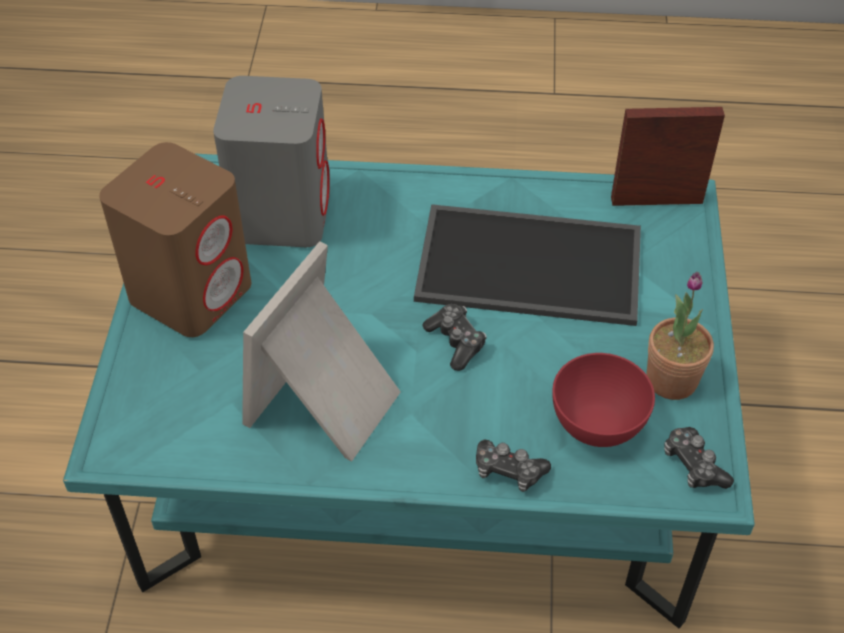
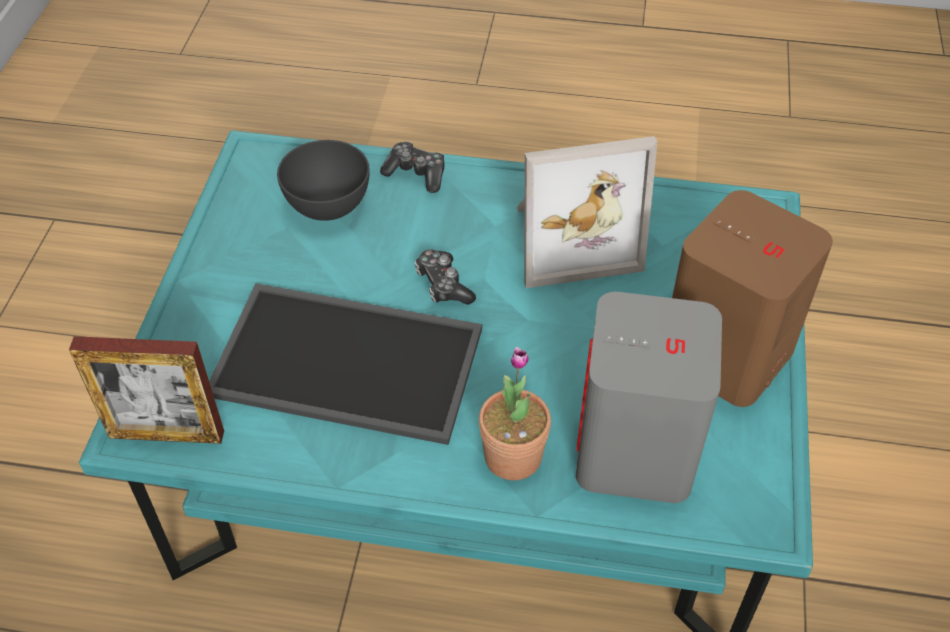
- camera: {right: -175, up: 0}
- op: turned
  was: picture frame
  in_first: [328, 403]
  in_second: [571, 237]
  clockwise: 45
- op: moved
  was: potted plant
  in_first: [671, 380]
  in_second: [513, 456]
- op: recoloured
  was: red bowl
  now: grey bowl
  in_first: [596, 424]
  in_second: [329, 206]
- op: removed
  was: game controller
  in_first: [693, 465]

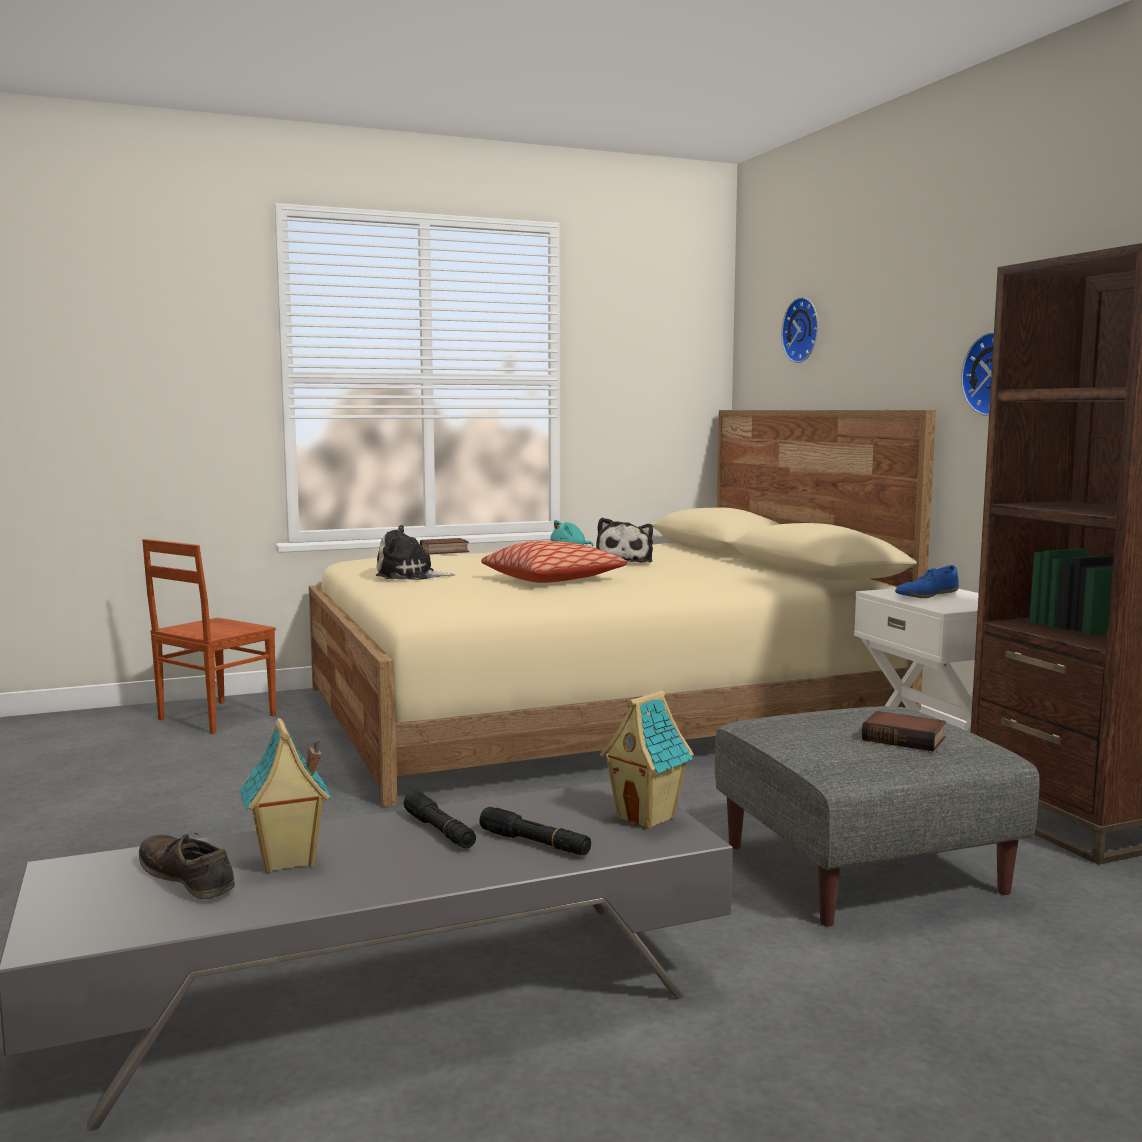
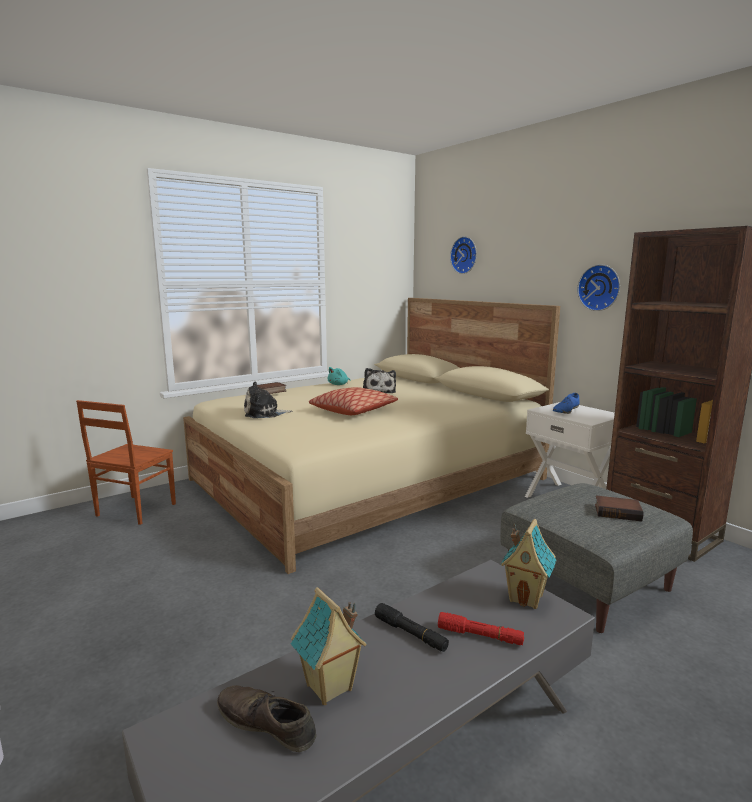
- camera: {right: -15, up: 5}
- op: recoloured
  was: black flashlight
  now: red flashlight
  in_first: [535, 843]
  in_second: [480, 636]

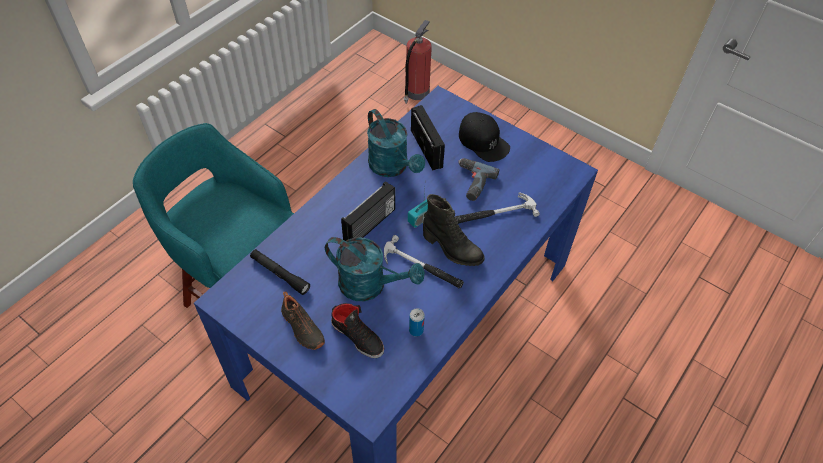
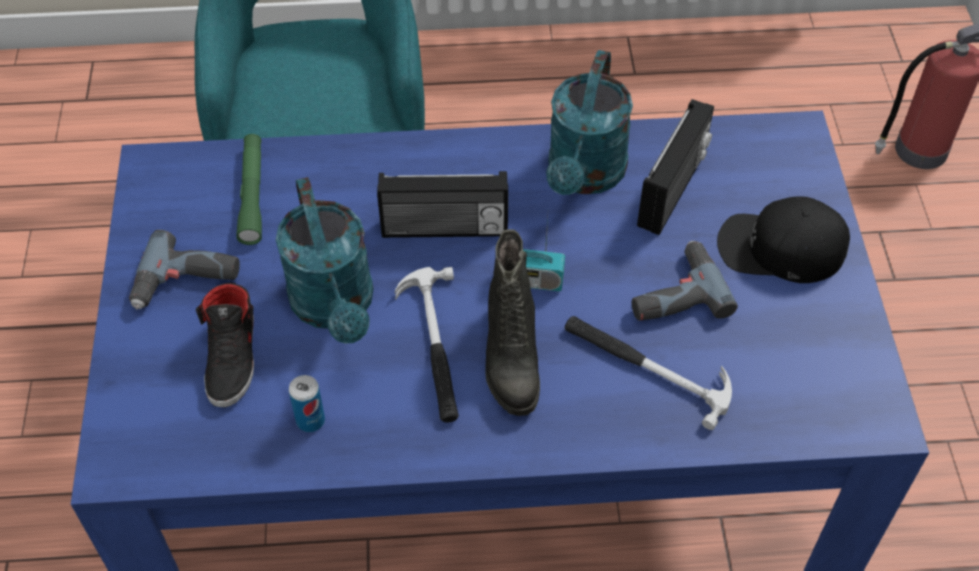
- camera: {right: 50, up: 0}
- op: turned
  was: black cap
  in_first: [483, 141]
  in_second: [780, 248]
  clockwise: 90
- op: recoloured
  was: black flashlight
  now: green flashlight
  in_first: [280, 274]
  in_second: [252, 195]
- op: replaced
  was: black shoe
  now: power drill
  in_first: [301, 328]
  in_second: [186, 283]

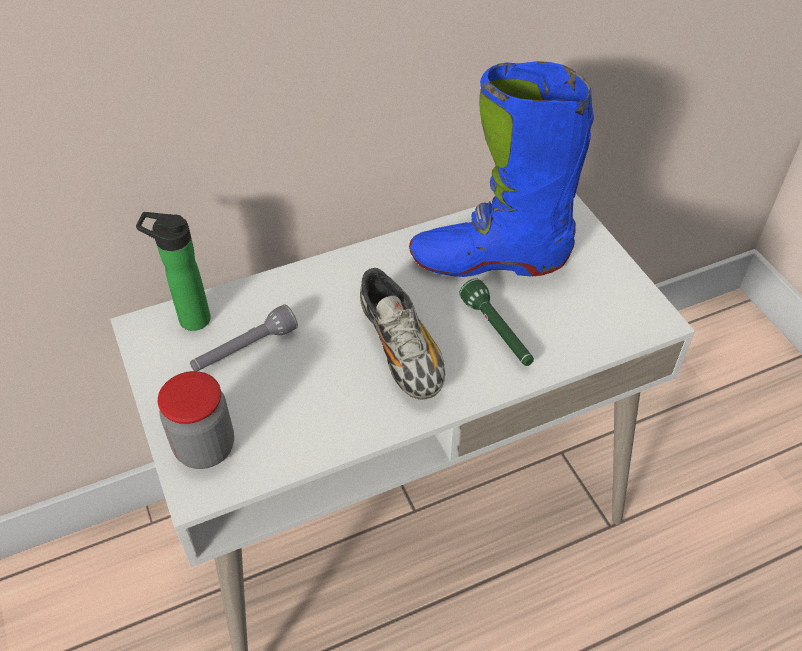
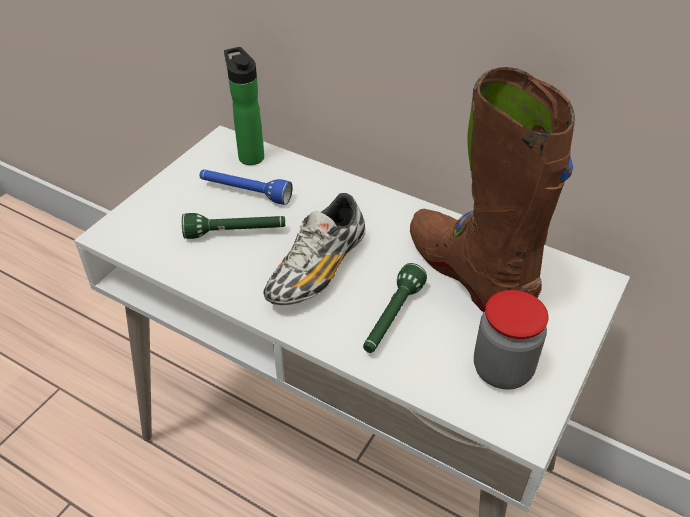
- camera: {right: 55, up: -5}
- op: recoloured
  was: blue boot
  now: brown boot
  in_first: [489, 260]
  in_second: [469, 274]
- op: recoloured
  was: grey flashlight
  now: blue flashlight
  in_first: [244, 350]
  in_second: [245, 192]
- op: moved
  was: jar
  in_first: [205, 447]
  in_second: [502, 370]
- op: added
  now: green flashlight
  in_second: [235, 233]

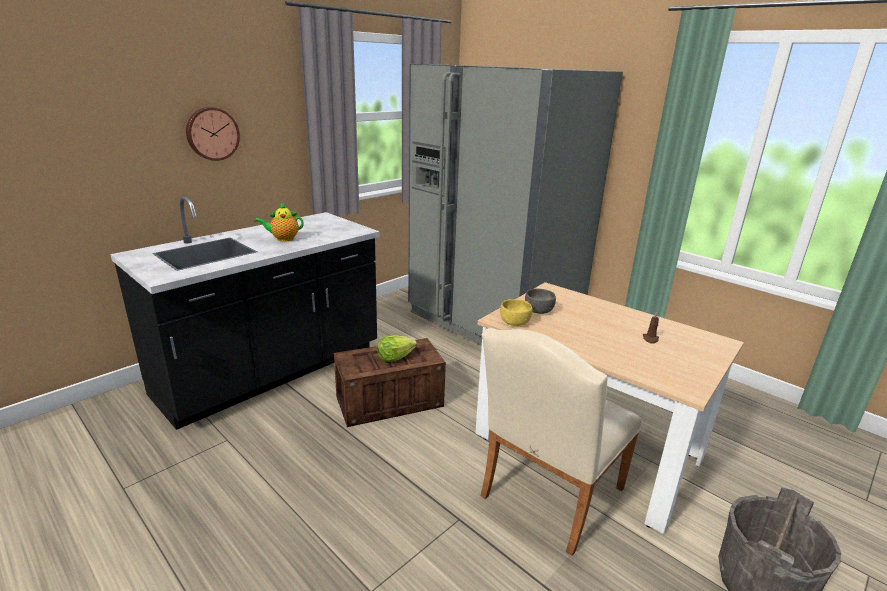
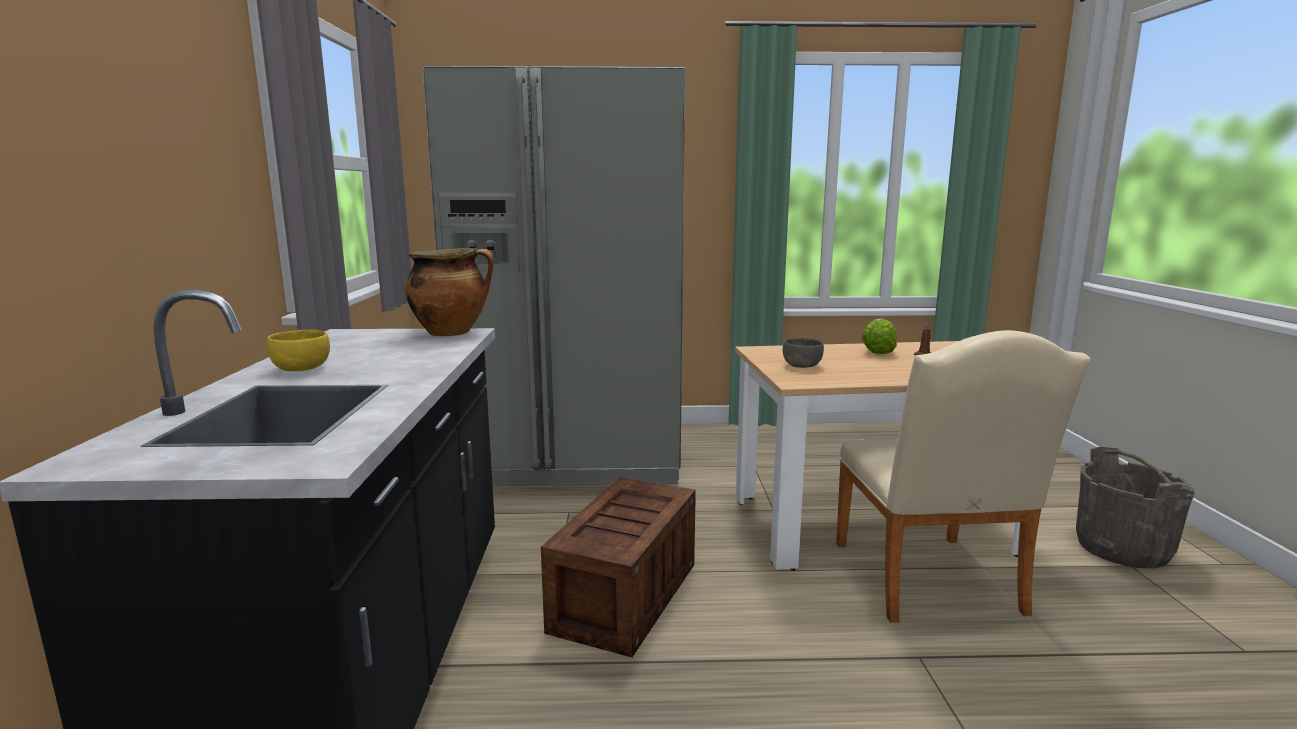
- camera: {right: -45, up: -10}
- op: removed
  was: wall clock
  in_first: [212, 133]
- op: removed
  was: teapot
  in_first: [283, 239]
- op: moved
  was: yellow bowl
  in_first: [515, 322]
  in_second: [302, 368]
- op: moved
  was: lettuce
  in_first: [394, 358]
  in_second: [878, 351]
- op: added
  now: cooking pot
  in_second: [452, 333]

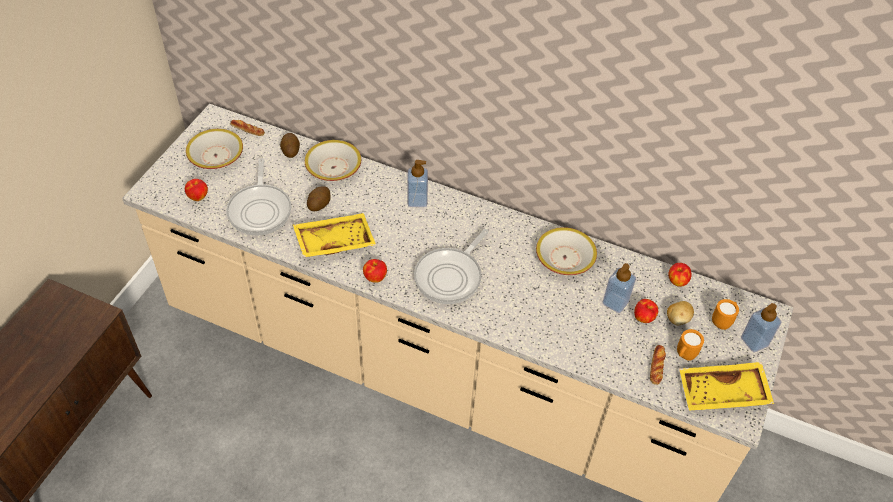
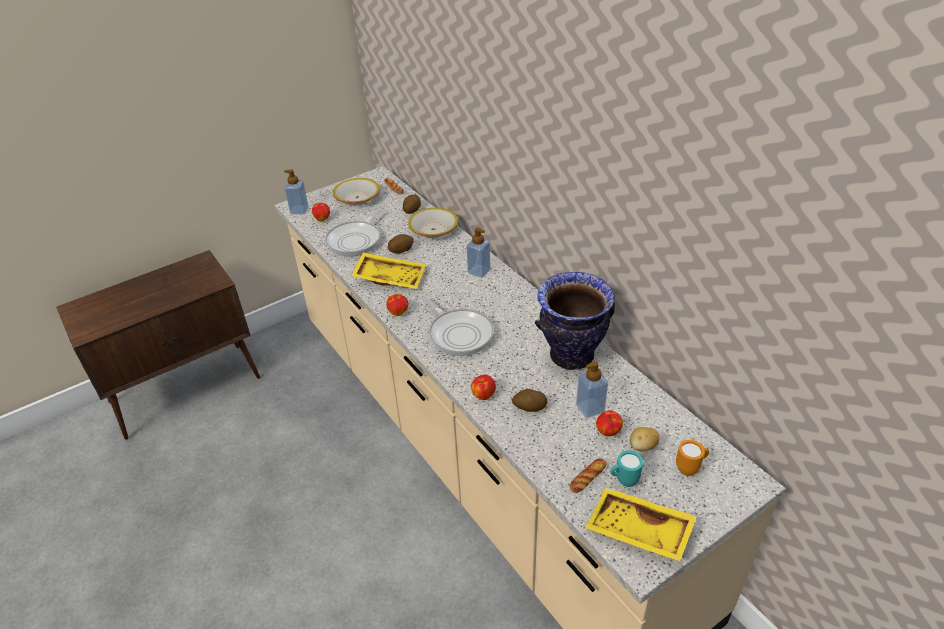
- camera: {right: 35, up: -10}
- op: replaced
  was: bowl
  now: vase
  in_first: [564, 258]
  in_second: [571, 355]
- op: turned
  was: frying pan
  in_first: [451, 276]
  in_second: [458, 333]
  clockwise: -105
- op: moved
  was: apple
  in_first: [677, 281]
  in_second: [483, 395]
- op: moved
  was: soap dispenser
  in_first: [754, 341]
  in_second: [299, 210]
- op: recoloured
  was: orange mug
  now: turquoise mug
  in_first: [684, 356]
  in_second: [623, 481]
- op: added
  now: potato
  in_second: [529, 407]

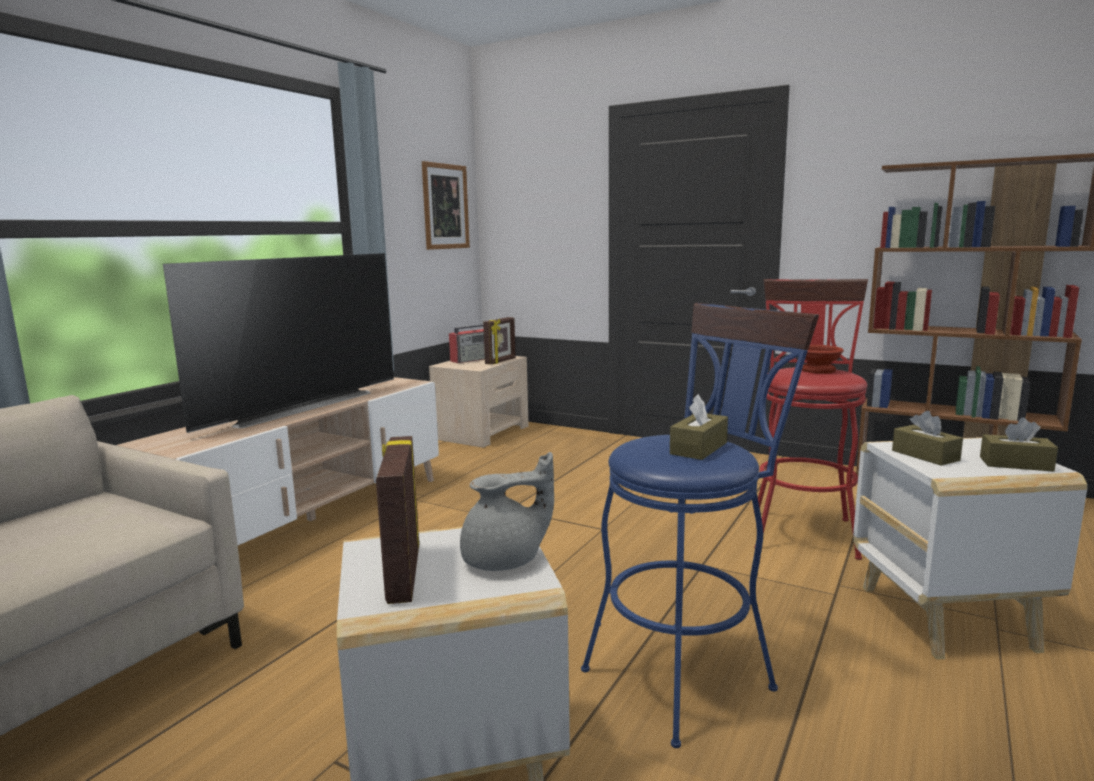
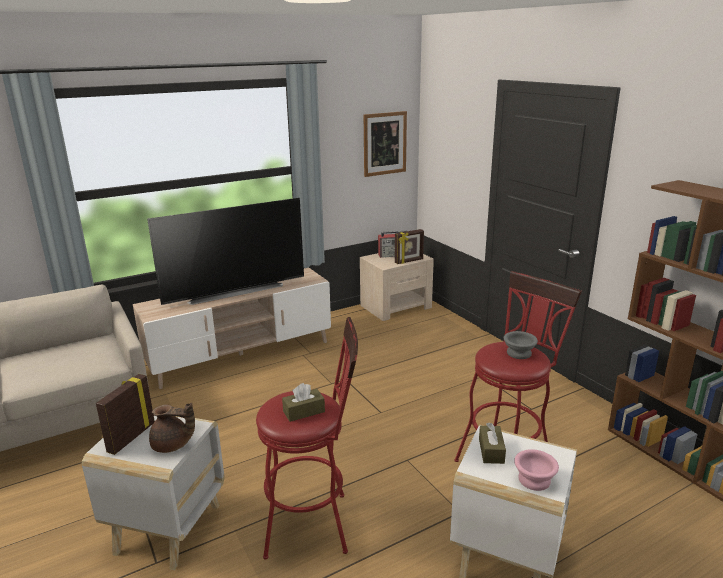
- camera: {right: 30, up: 10}
- op: recoloured
  was: blue stool
  now: red stool
  in_first: [688, 672]
  in_second: [315, 523]
- op: recoloured
  was: brown bowl
  now: grey bowl
  in_first: [817, 370]
  in_second: [518, 353]
- op: replaced
  was: brown tissue box
  now: pink bowl
  in_first: [1015, 464]
  in_second: [535, 480]
- op: recoloured
  was: grey teapot
  now: brown teapot
  in_first: [505, 561]
  in_second: [172, 445]

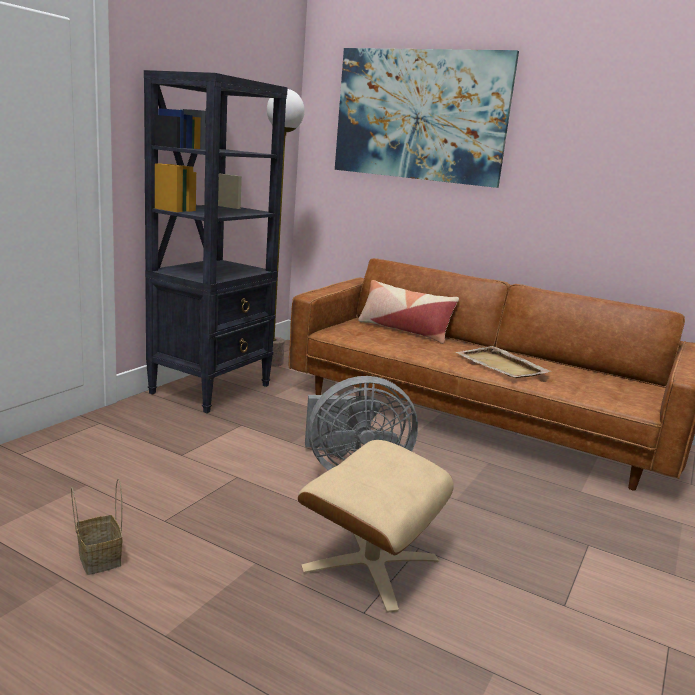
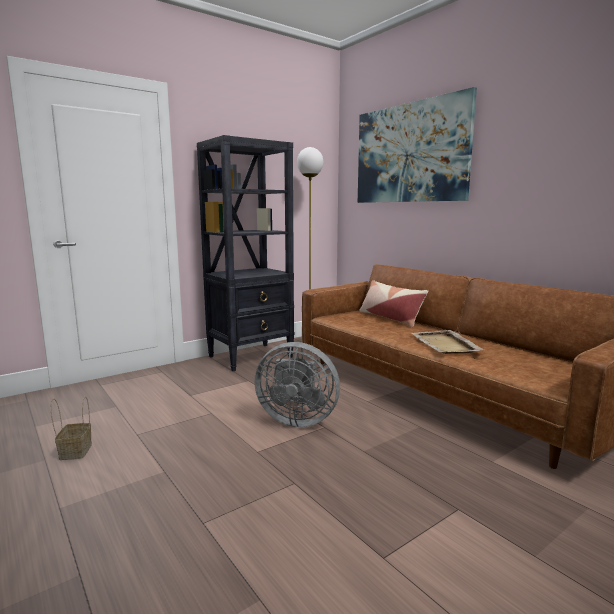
- camera: {right: 25, up: -5}
- op: removed
  was: beige ottoman
  in_first: [370, 563]

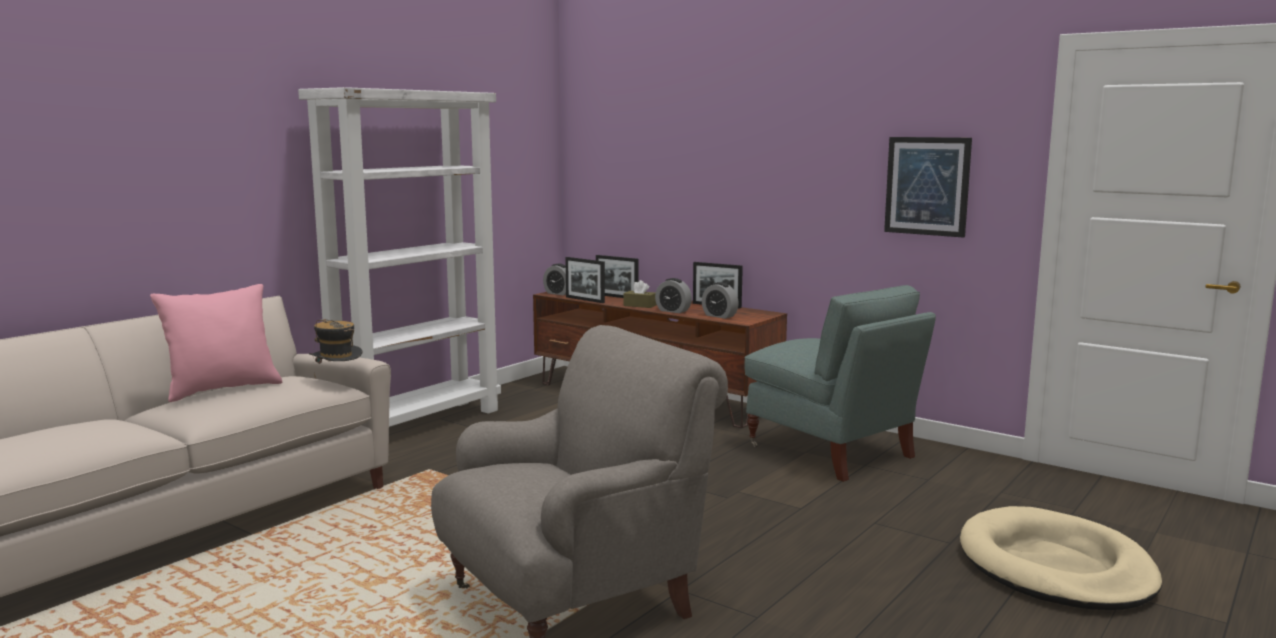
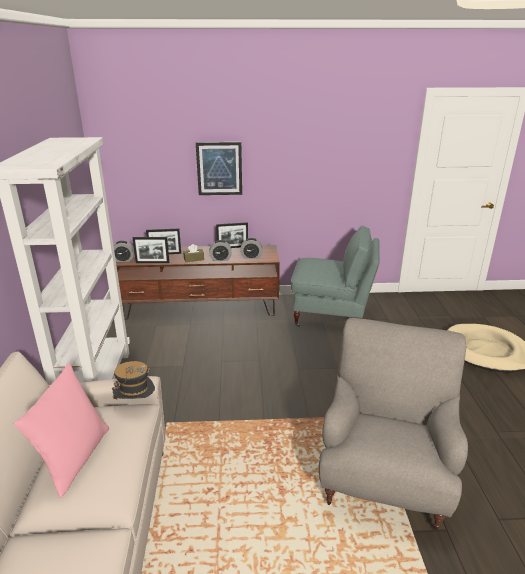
- camera: {right: -40, up: 15}
- op: moved
  was: picture
  in_first: [927, 186]
  in_second: [219, 168]

